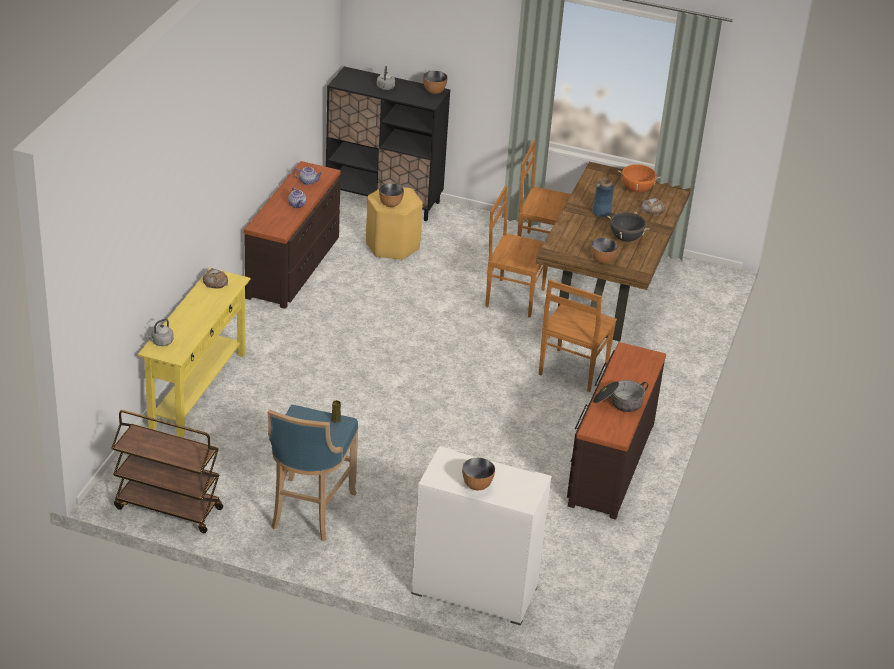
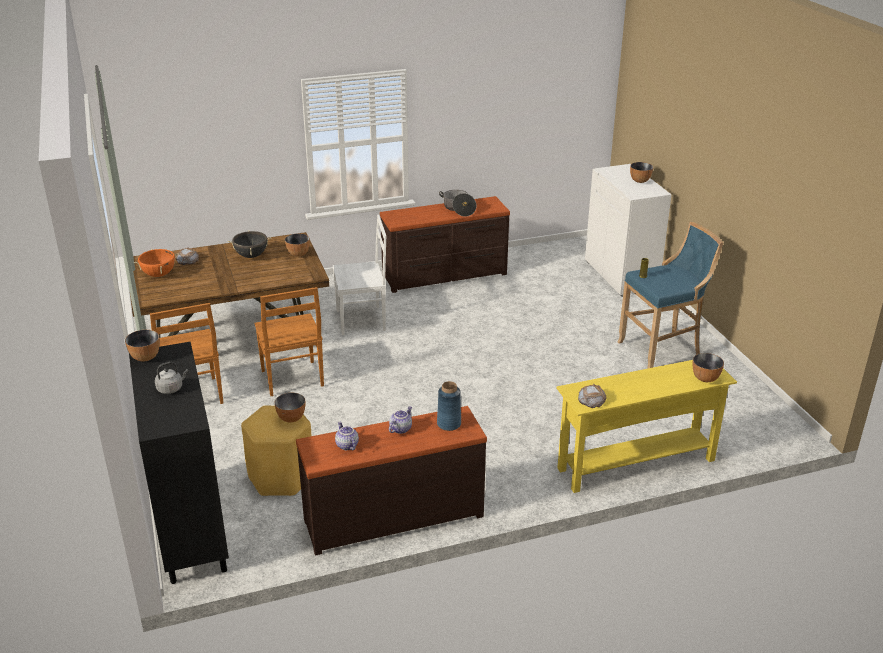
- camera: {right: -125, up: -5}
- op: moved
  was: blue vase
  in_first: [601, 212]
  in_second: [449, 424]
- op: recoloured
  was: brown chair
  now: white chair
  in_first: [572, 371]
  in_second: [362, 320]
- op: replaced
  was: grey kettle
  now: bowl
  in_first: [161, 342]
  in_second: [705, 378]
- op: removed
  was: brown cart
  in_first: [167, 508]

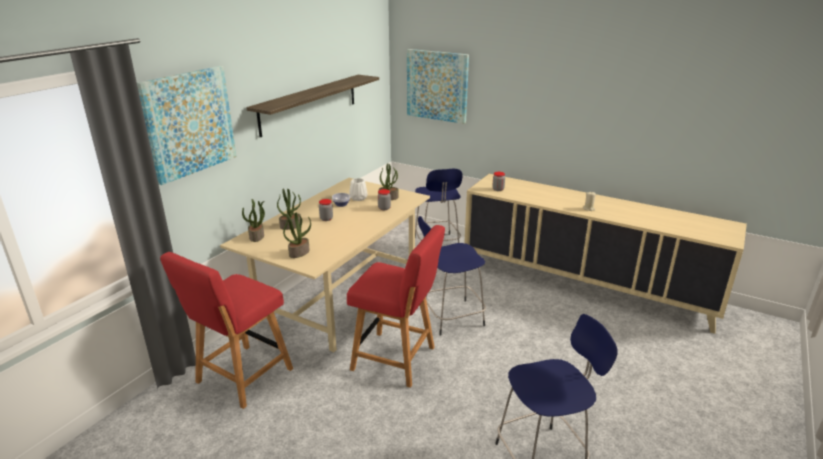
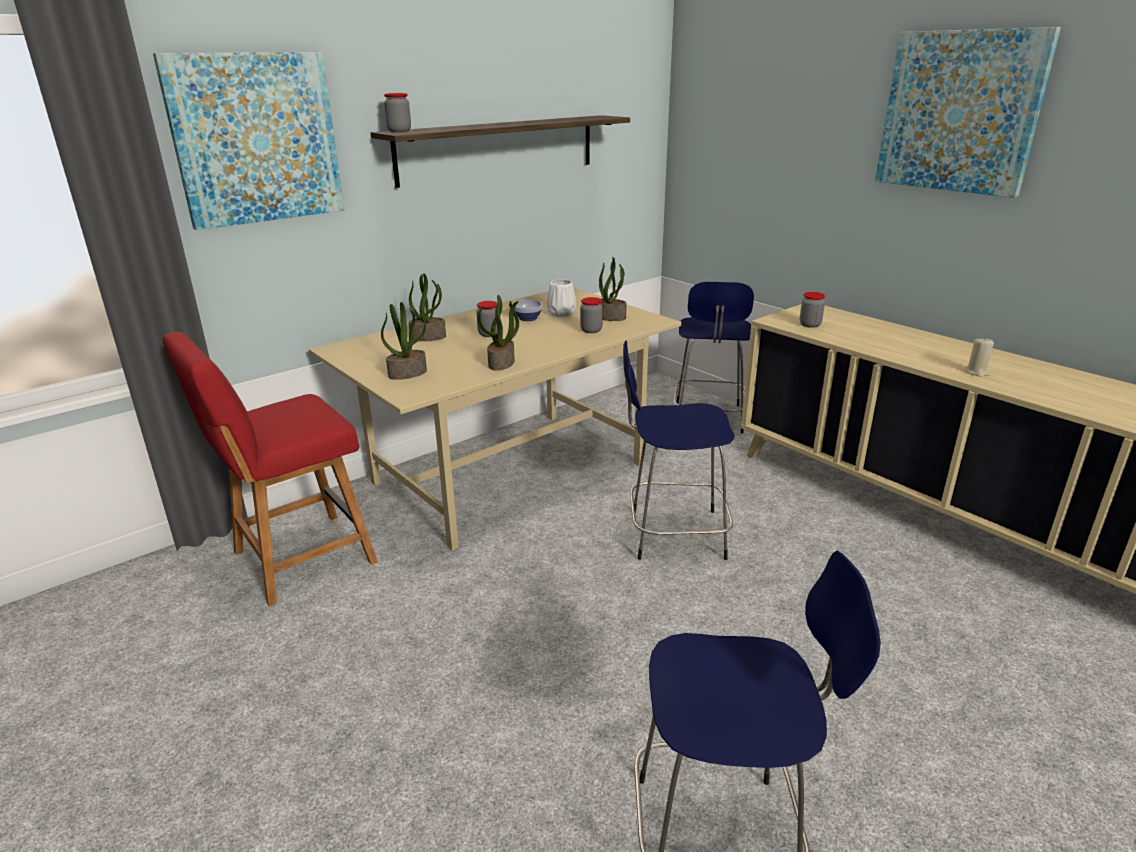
- camera: {right: 20, up: 0}
- op: moved
  was: picture
  in_first: [437, 85]
  in_second: [960, 112]
- op: moved
  was: potted plant
  in_first: [257, 236]
  in_second: [502, 363]
- op: removed
  was: red chair
  in_first: [397, 359]
- op: added
  now: jar
  in_second: [399, 131]

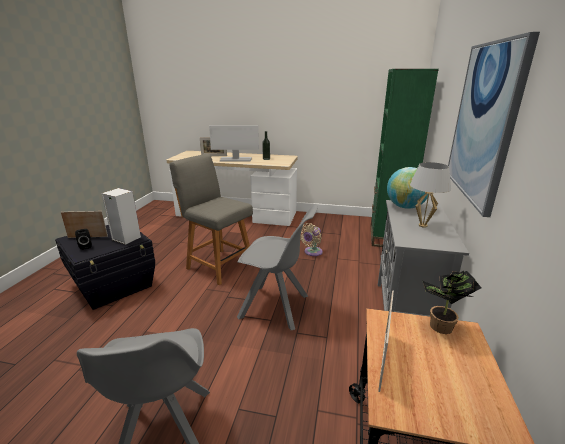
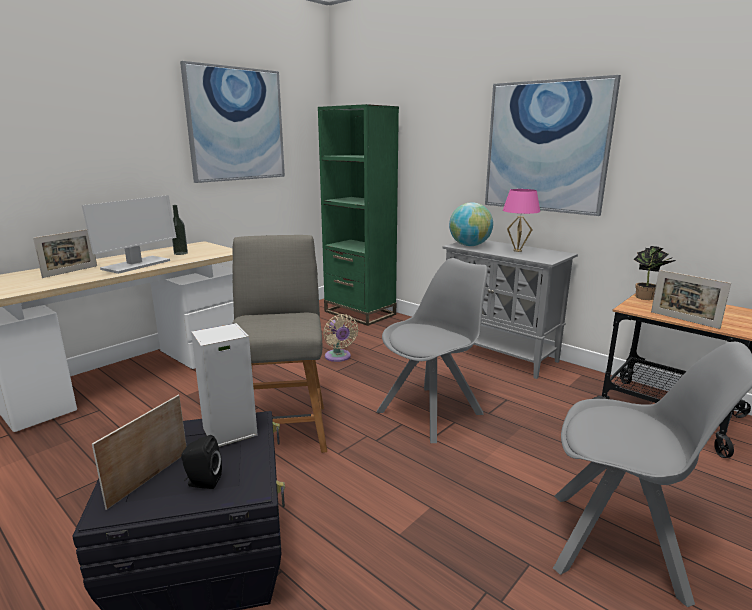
- camera: {right: -60, up: -5}
- op: turned
  was: grey chair
  in_first: [218, 265]
  in_second: [283, 428]
  clockwise: 105
- op: recoloured
  was: white table lamp
  now: pink table lamp
  in_first: [423, 225]
  in_second: [517, 250]
- op: added
  now: picture
  in_second: [236, 124]

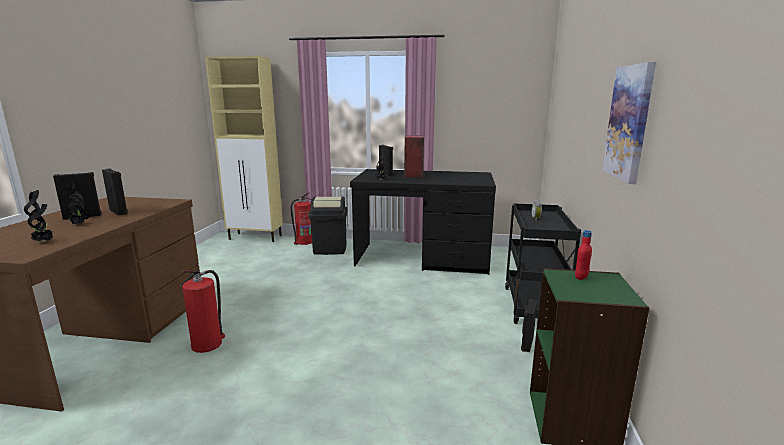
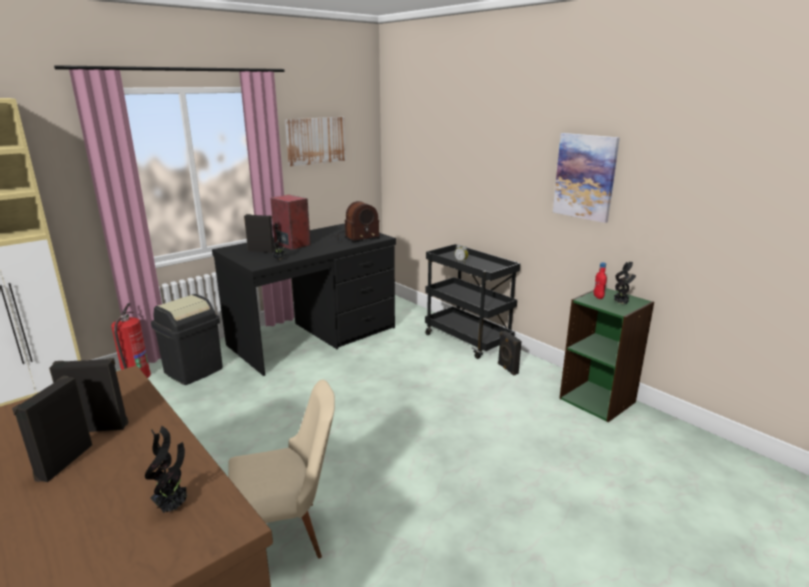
- camera: {right: -50, up: 5}
- op: moved
  was: potted plant
  in_first: [79, 224]
  in_second: [621, 303]
- op: replaced
  was: fire extinguisher
  now: beige chair
  in_first: [207, 344]
  in_second: [286, 536]
- op: added
  now: picture
  in_second: [315, 140]
- op: added
  now: radio
  in_second: [354, 238]

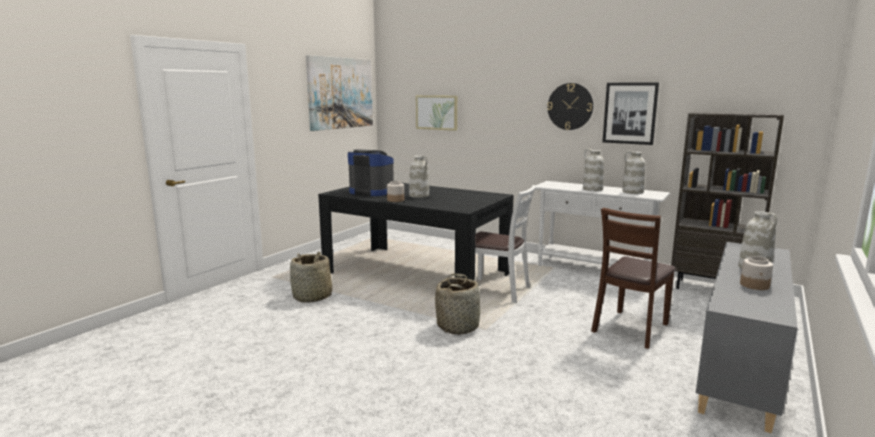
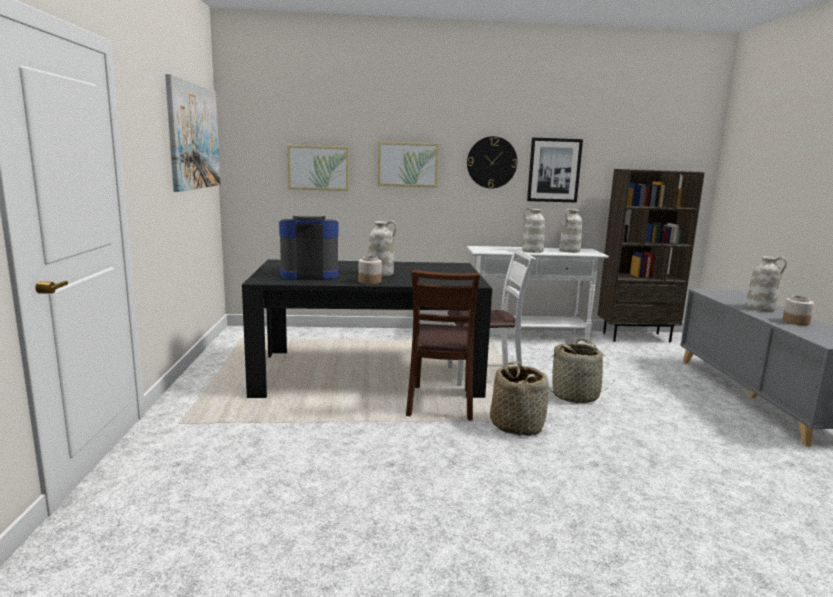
- camera: {right: -35, up: 0}
- op: moved
  was: brown chair
  in_first: [630, 328]
  in_second: [440, 403]
- op: moved
  was: basket
  in_first: [312, 297]
  in_second: [576, 395]
- op: added
  now: picture
  in_second: [407, 164]

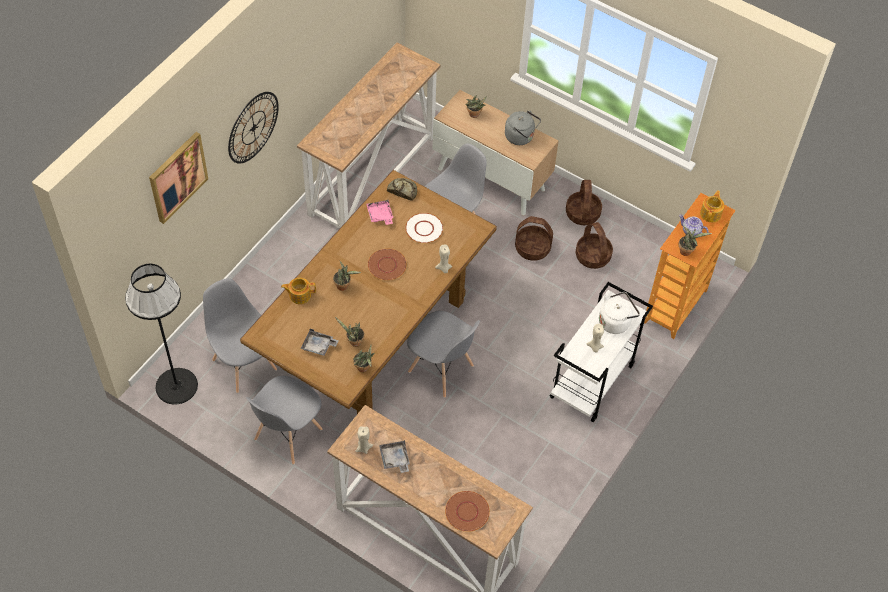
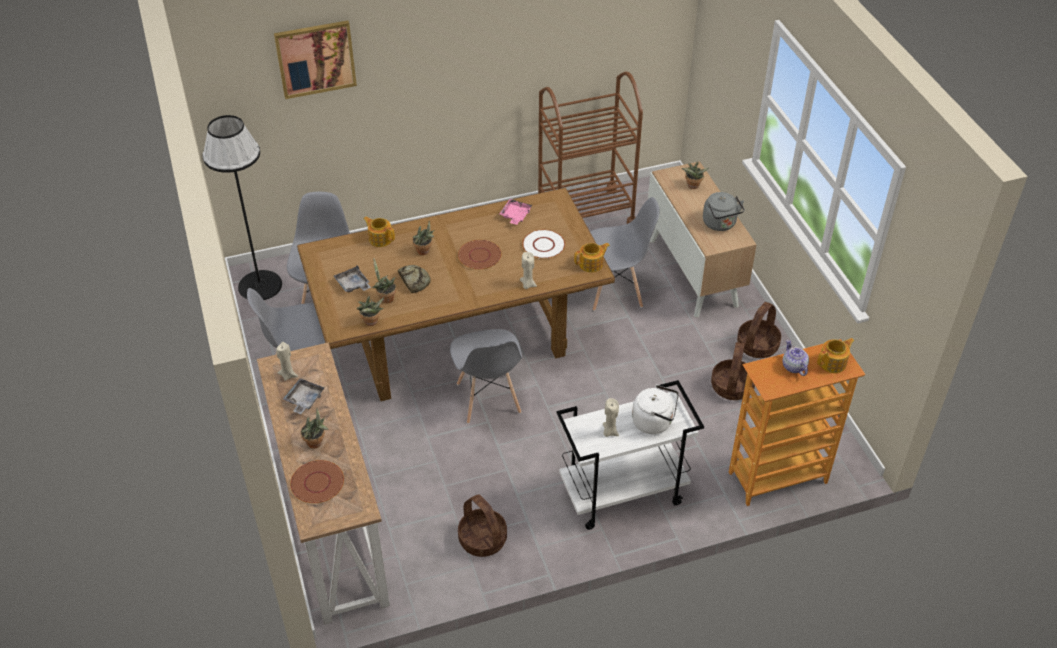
- camera: {right: 40, up: -10}
- op: replaced
  was: console table
  now: brown cart
  in_first: [372, 174]
  in_second: [585, 215]
- op: removed
  was: wall clock
  in_first: [253, 127]
- op: moved
  was: bread
  in_first: [402, 190]
  in_second: [414, 280]
- op: moved
  was: basket
  in_first: [533, 248]
  in_second: [483, 539]
- op: moved
  was: potted plant
  in_first: [687, 251]
  in_second: [317, 443]
- op: added
  now: teapot
  in_second: [591, 264]

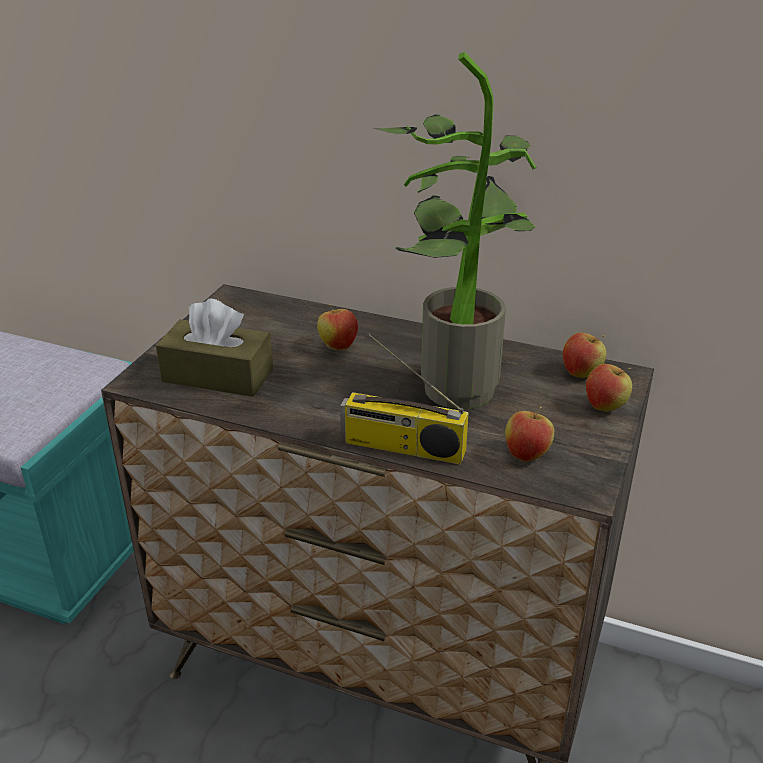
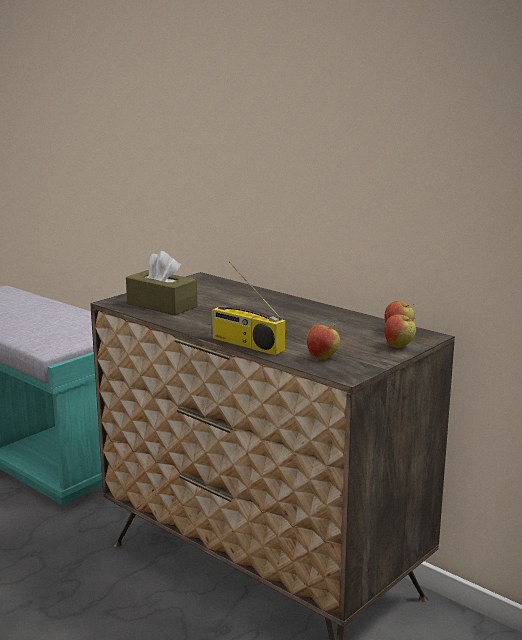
- camera: {right: 20, up: -15}
- op: removed
  was: potted plant
  in_first: [455, 382]
- op: removed
  was: apple
  in_first: [338, 346]

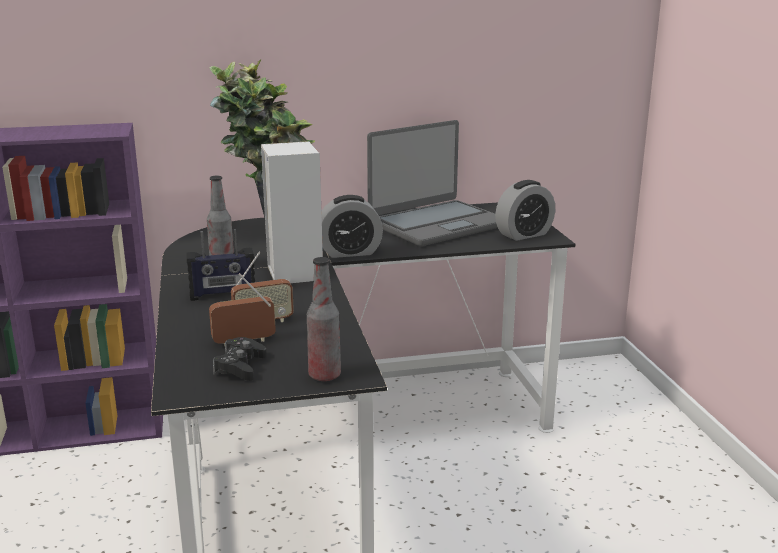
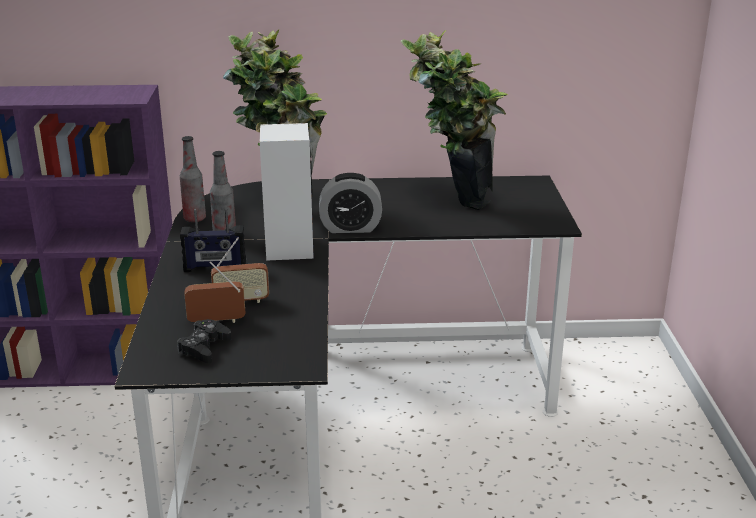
- camera: {right: 10, up: 5}
- op: replaced
  was: laptop
  now: potted plant
  in_first: [437, 224]
  in_second: [450, 200]
- op: removed
  was: alarm clock
  in_first: [524, 234]
- op: moved
  was: bottle
  in_first: [324, 375]
  in_second: [194, 219]

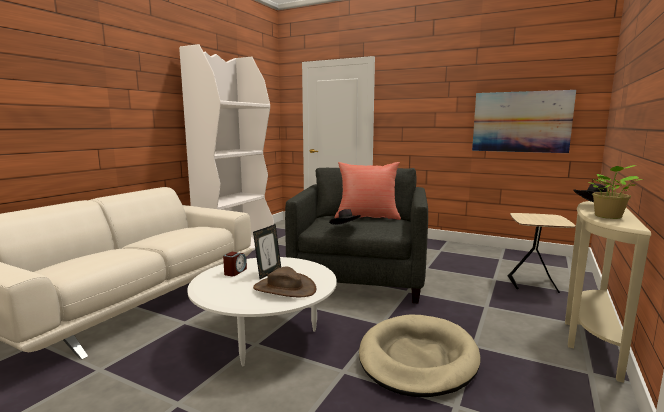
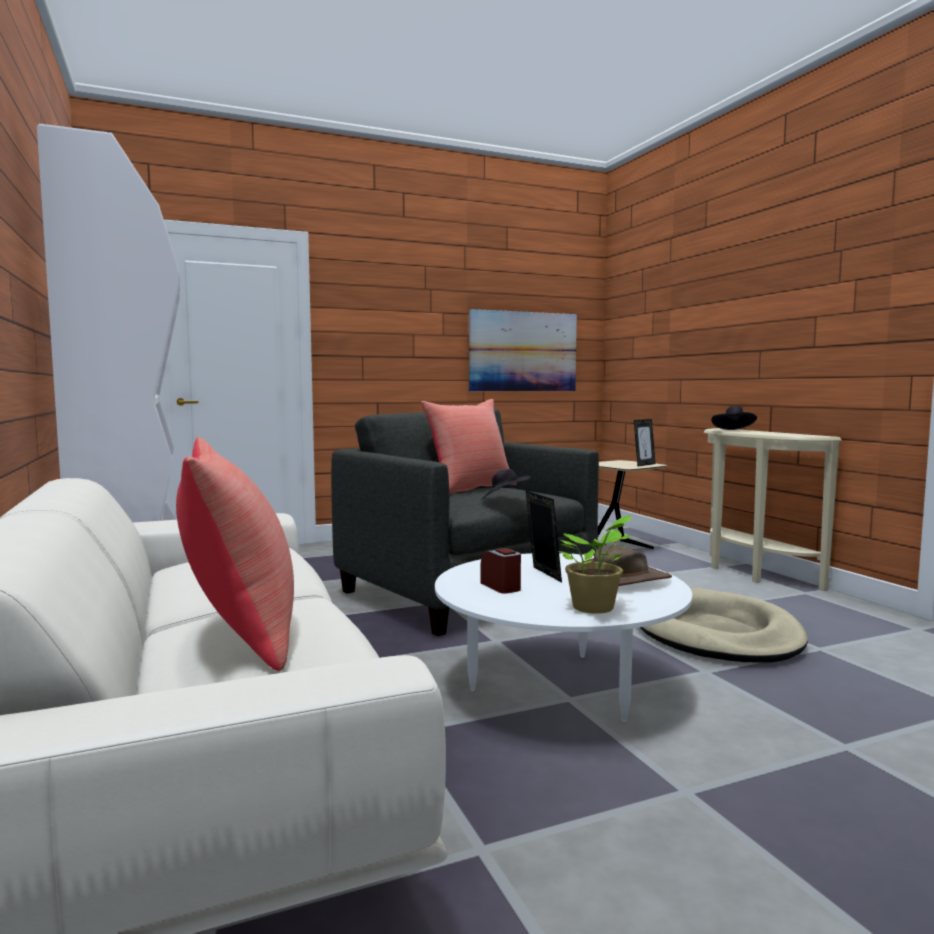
- camera: {right: -50, up: -5}
- op: moved
  was: potted plant
  in_first: [608, 217]
  in_second: [595, 608]
- op: added
  now: picture frame
  in_second: [644, 465]
- op: added
  now: red pillow
  in_second: [240, 632]

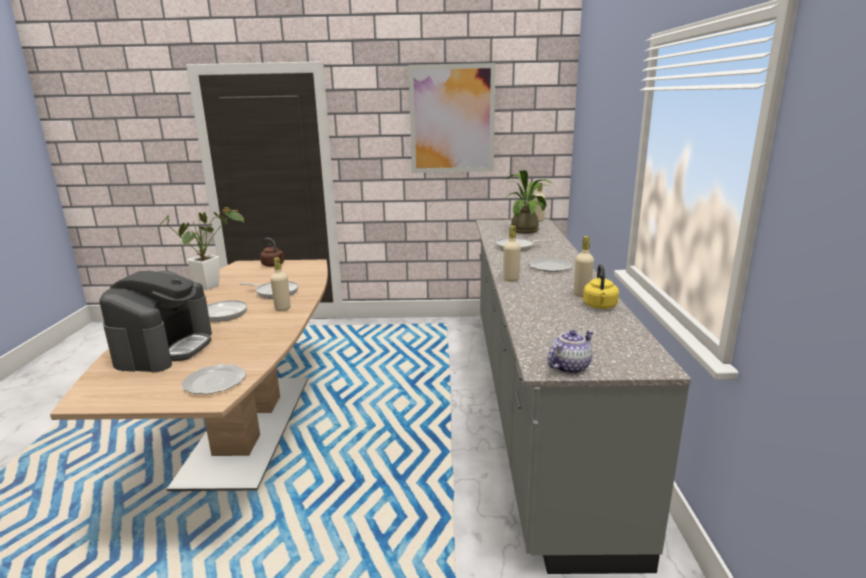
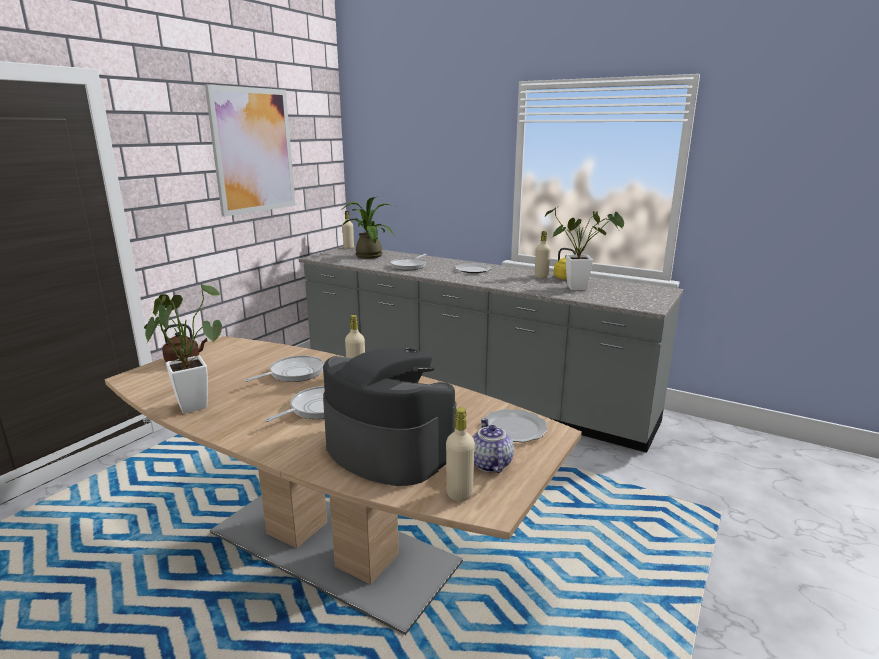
- camera: {right: -60, up: 0}
- op: moved
  was: beige bottle
  in_first: [511, 280]
  in_second: [459, 494]
- op: moved
  was: teapot
  in_first: [569, 367]
  in_second: [489, 464]
- op: added
  now: potted plant
  in_second: [581, 288]

